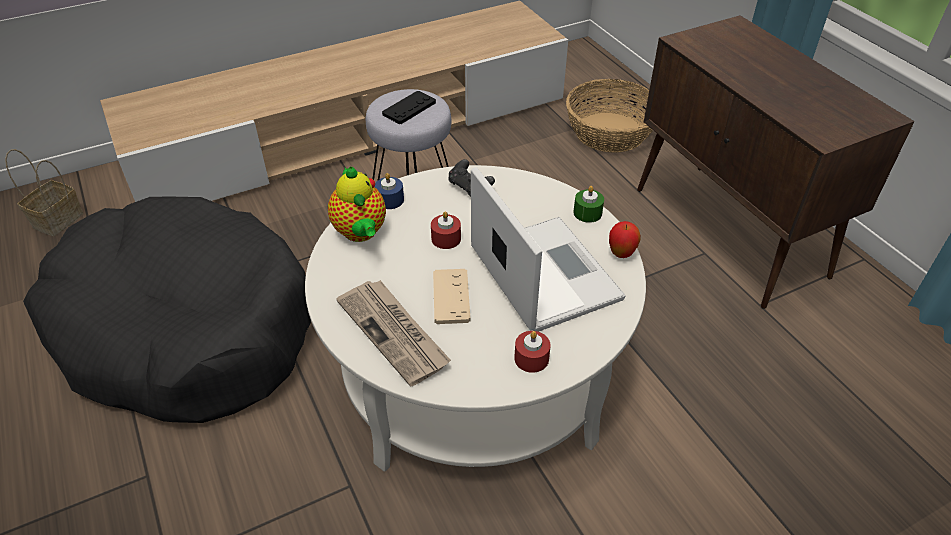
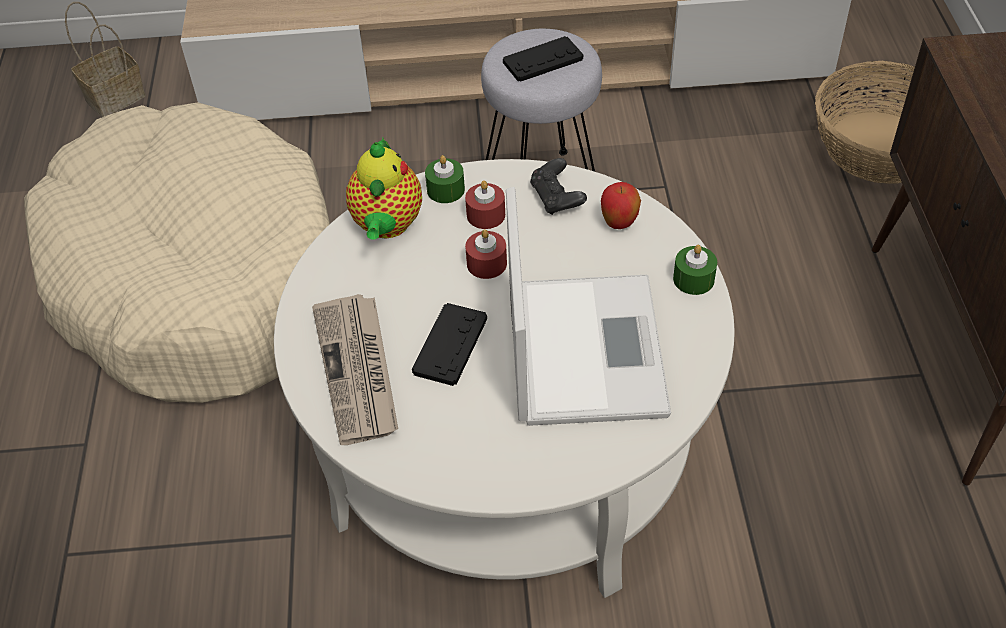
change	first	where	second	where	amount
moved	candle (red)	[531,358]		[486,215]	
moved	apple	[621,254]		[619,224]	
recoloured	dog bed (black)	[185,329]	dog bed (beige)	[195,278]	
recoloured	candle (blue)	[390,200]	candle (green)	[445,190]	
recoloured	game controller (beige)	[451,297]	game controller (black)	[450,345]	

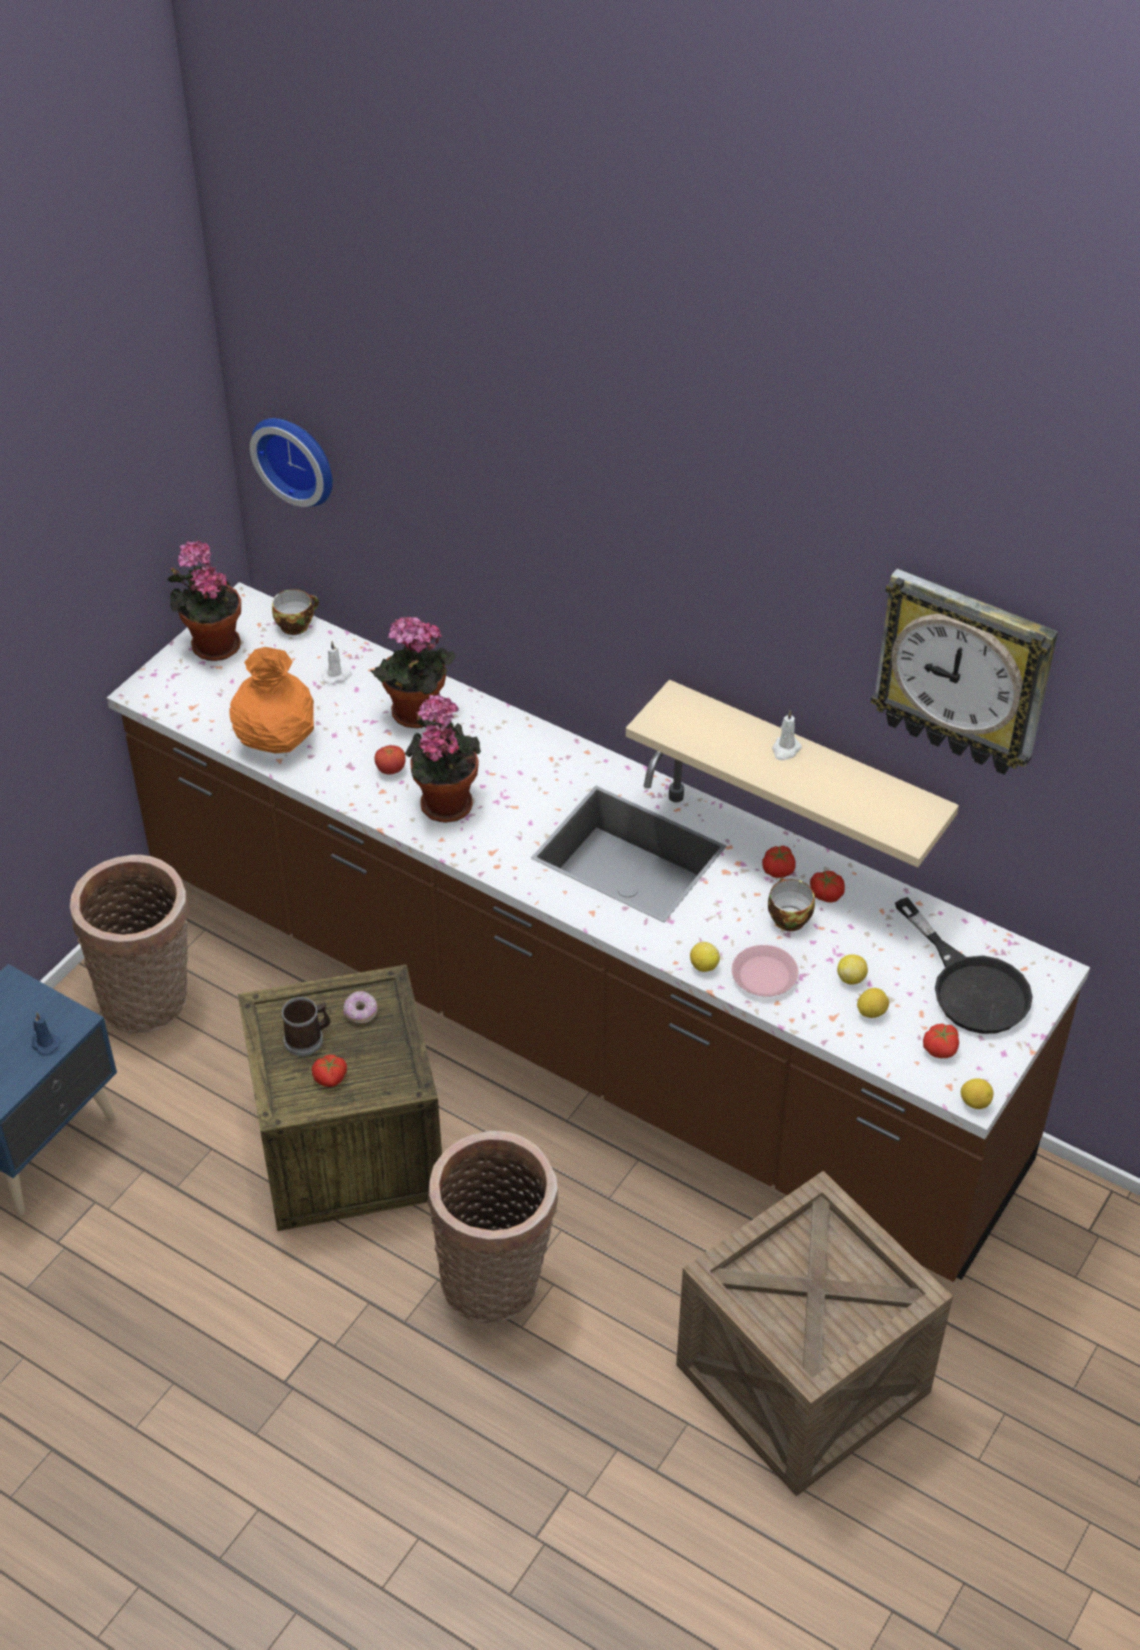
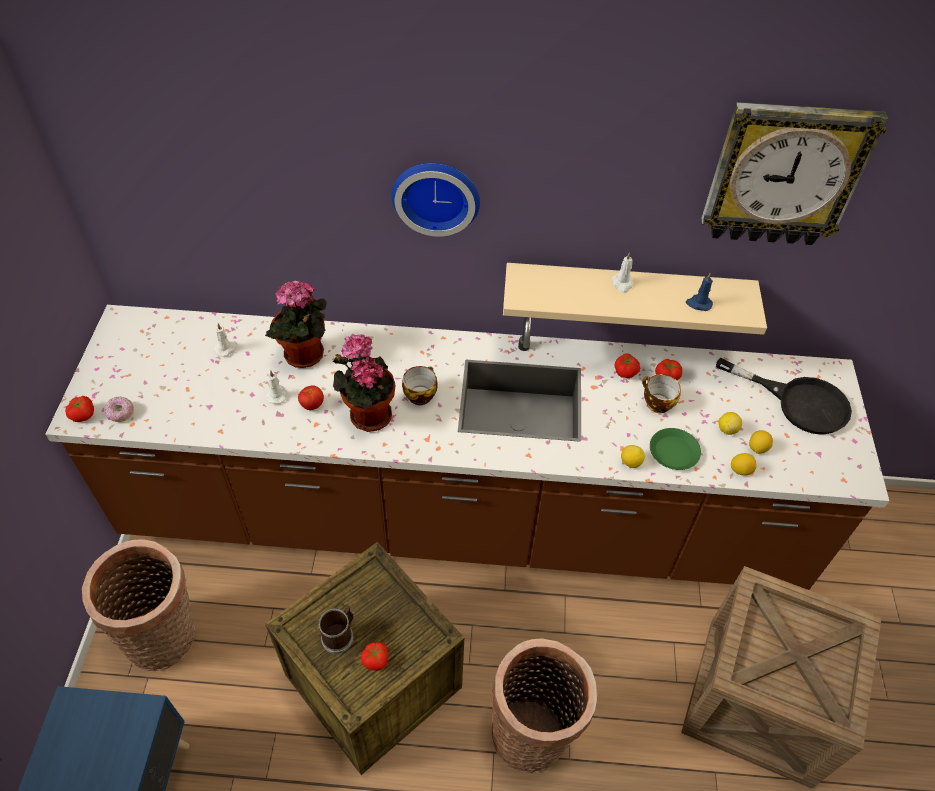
change	first	where	second	where	amount
removed	potted plant	[212,644]			
removed	vase (orange)	[277,740]			
added			candle (white)	[277,395]	
moved	candle (blue)	[44,1043]		[698,303]	
moved	wall clock	[297,457]		[436,194]	
moved	cup	[296,624]		[420,394]	
moved	donut	[360,1012]		[121,413]	
moved	tomato	[940,1049]		[83,414]	
moved	lemon	[975,1102]		[740,470]	
recoloured	plate (pink)	[764,976]	plate (green)	[673,452]	

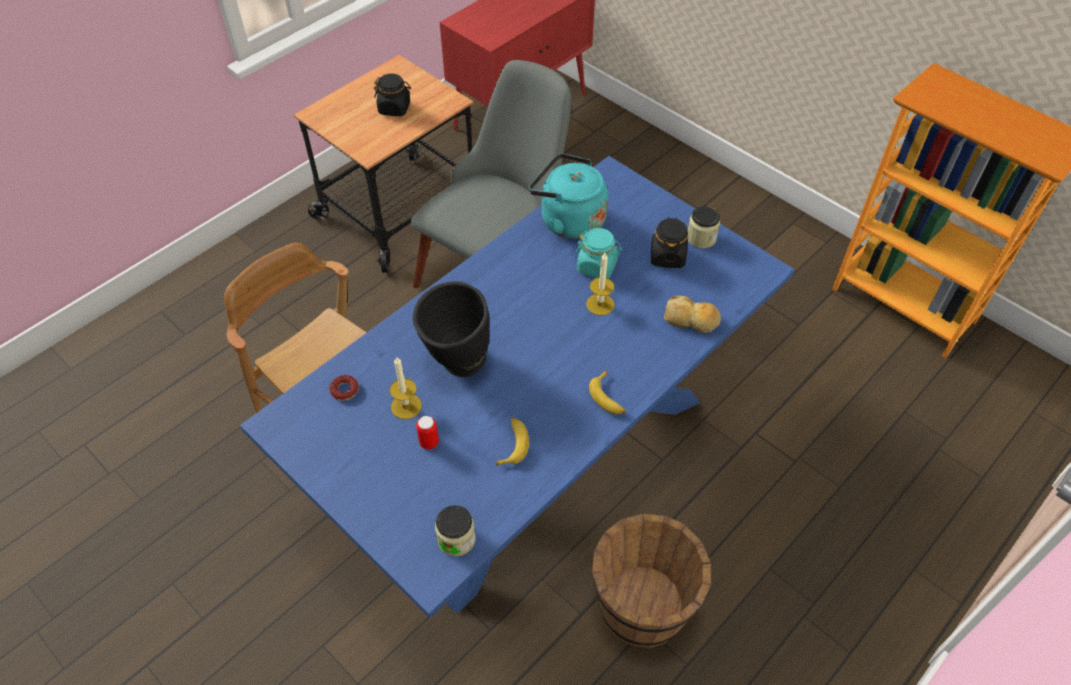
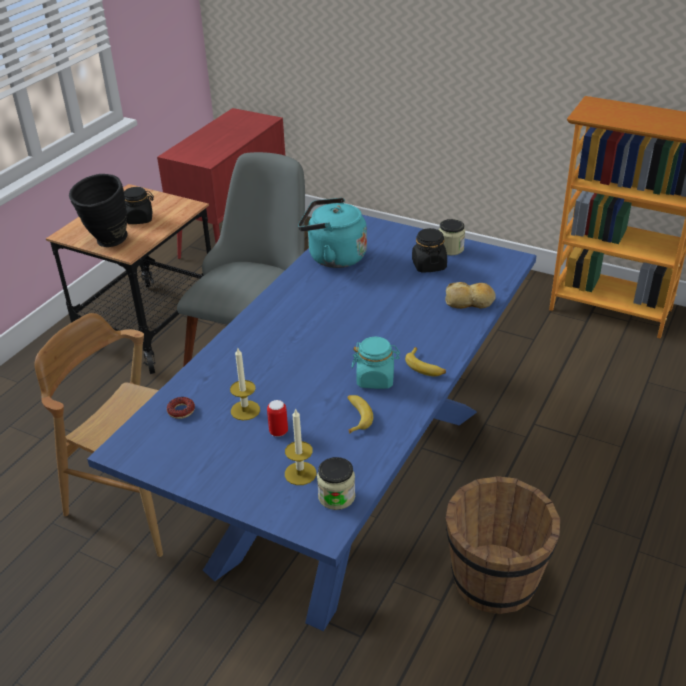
change	first	where	second	where	amount
moved	vase (black)	[456,366]		[107,243]	
moved	jar (turquoise)	[597,266]		[375,379]	
moved	candle	[600,304]		[300,473]	

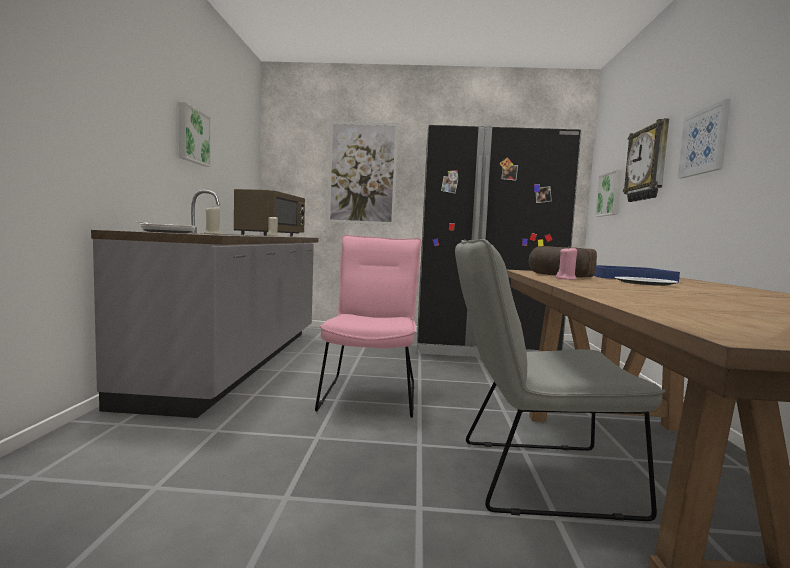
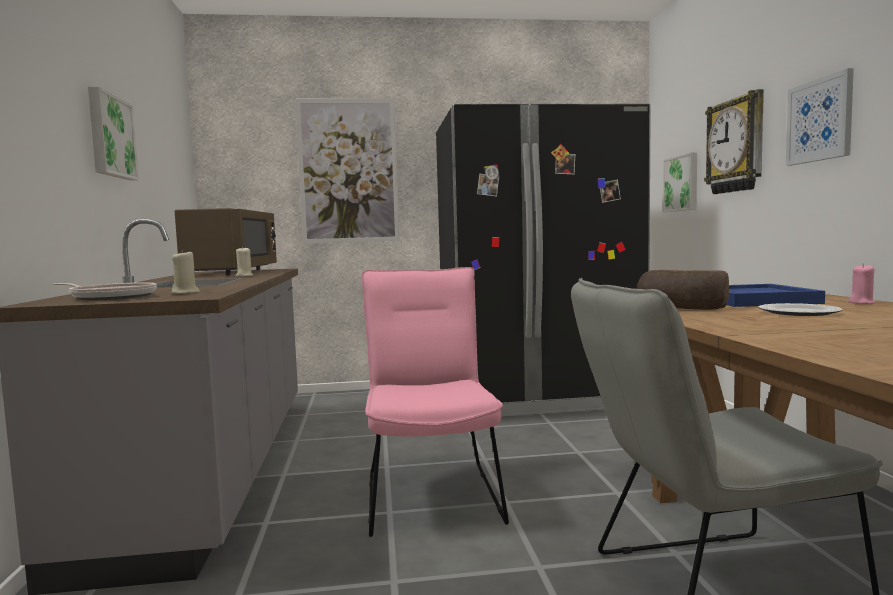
change	first	where	second	where	amount
moved	candle (pink)	[566,279]		[861,303]	

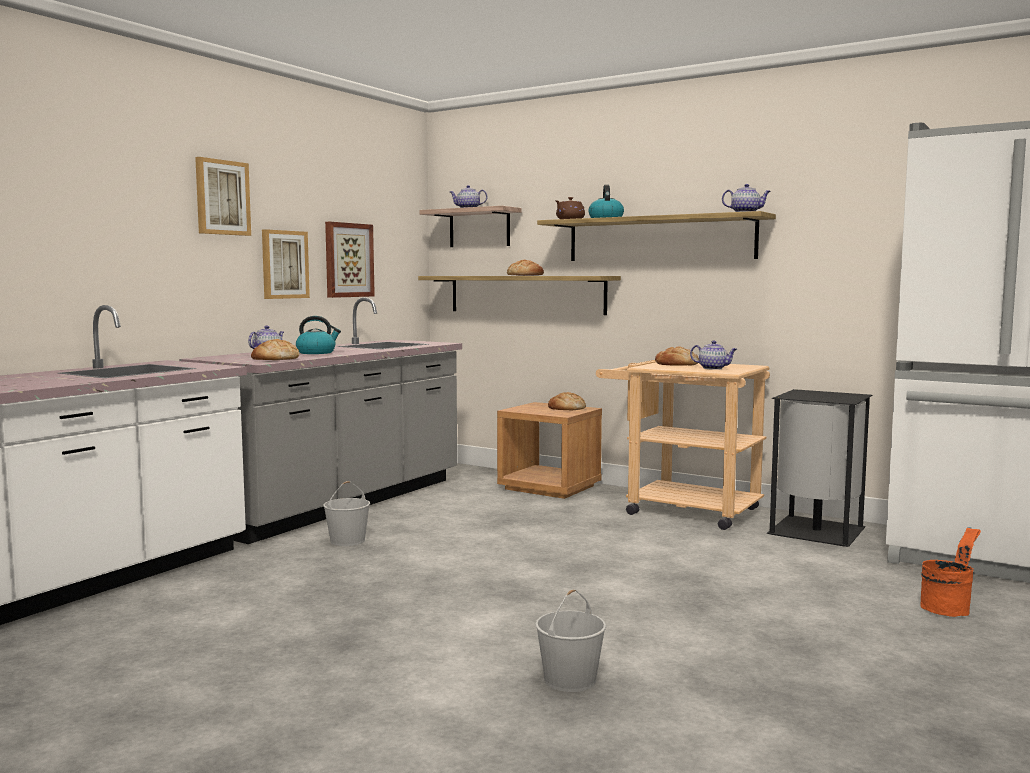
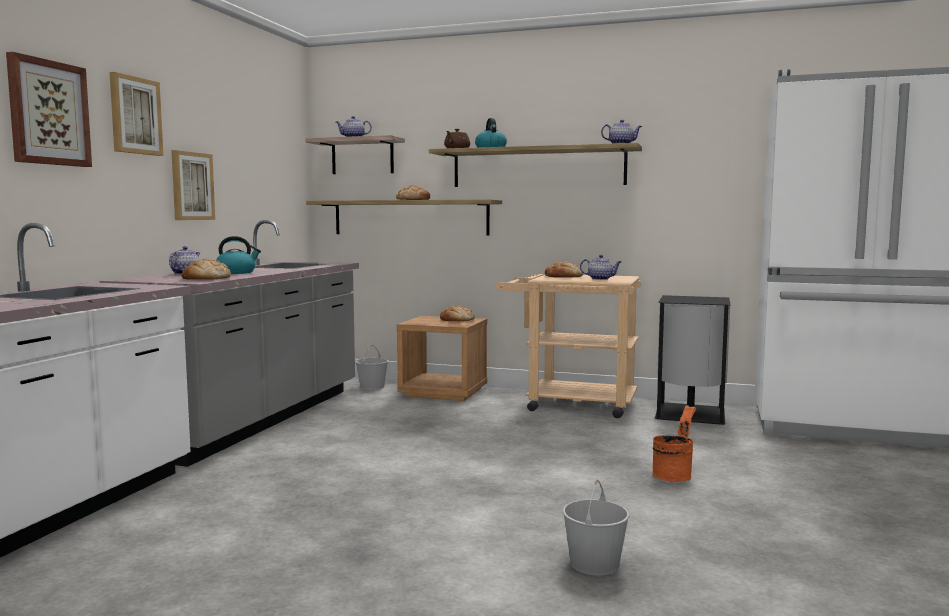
change	first	where	second	where	amount
moved	bucket (white)	[348,540]		[372,387]	
moved	picture	[348,260]		[48,113]	
moved	bucket (orange)	[948,608]		[674,474]	

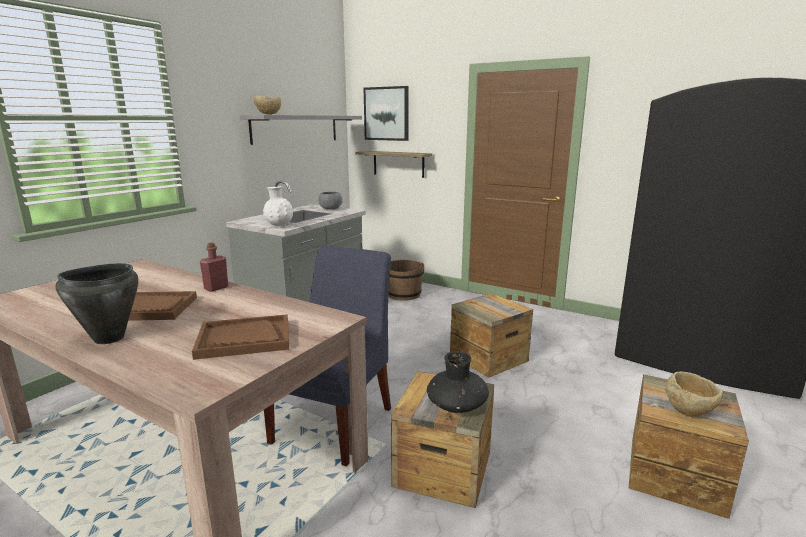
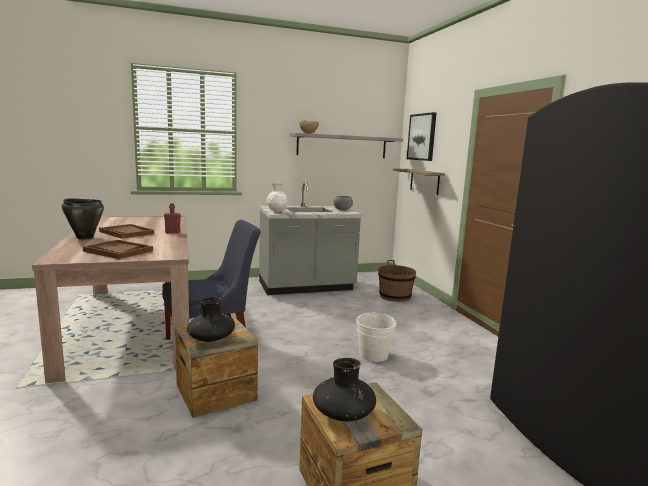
change	first	where	second	where	amount
replaced	crate	[488,358]	bucket (white)	[373,355]	
replaced	bowl (beige)	[690,411]	vase (black)	[343,414]	

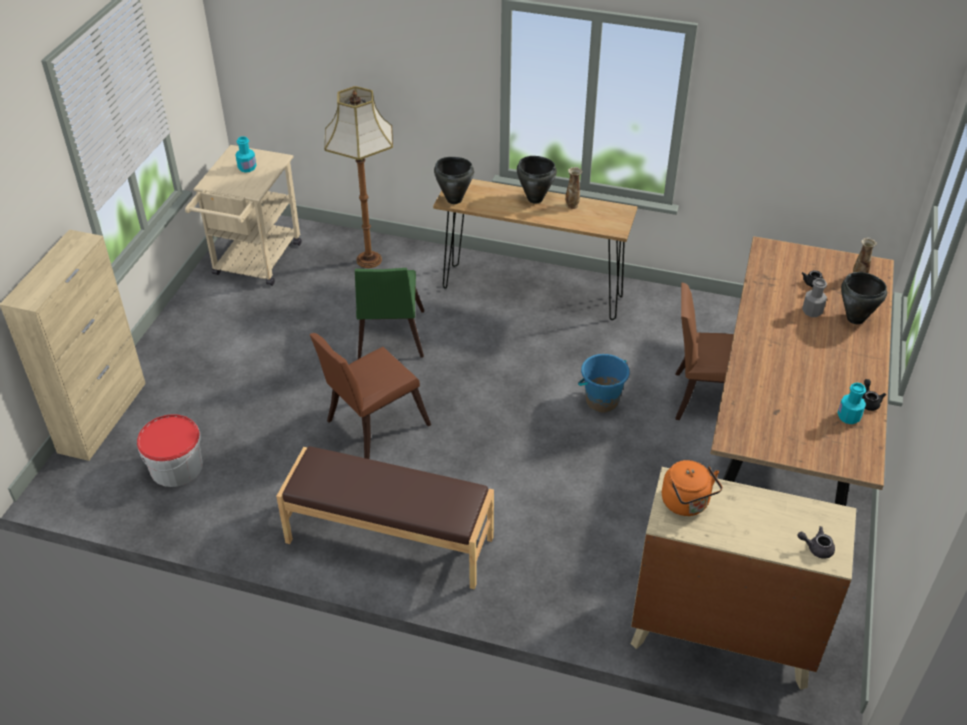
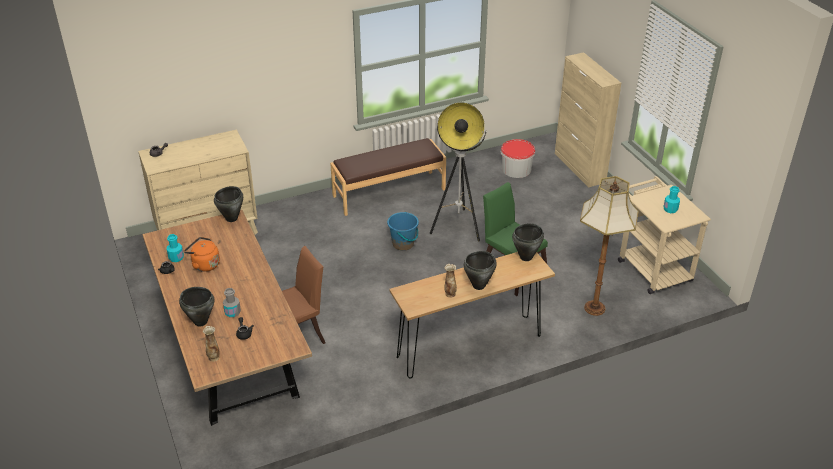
change	first	where	second	where	amount
added			cooking pot (black)	[232,218]	
moved	bucket (blue)	[601,401]		[403,244]	
moved	kettle (orange)	[687,504]		[204,264]	
replaced	chair (brown)	[372,425]	floor lamp	[458,227]	

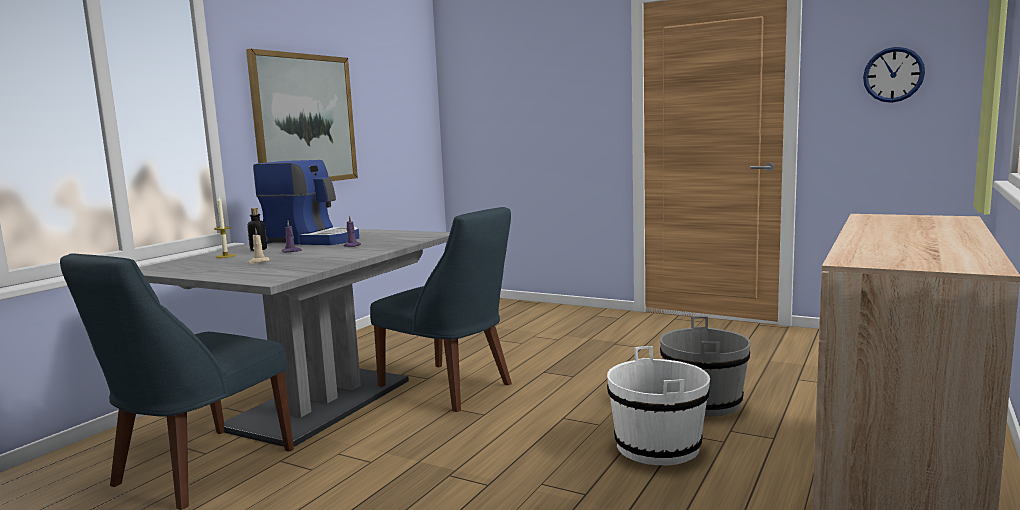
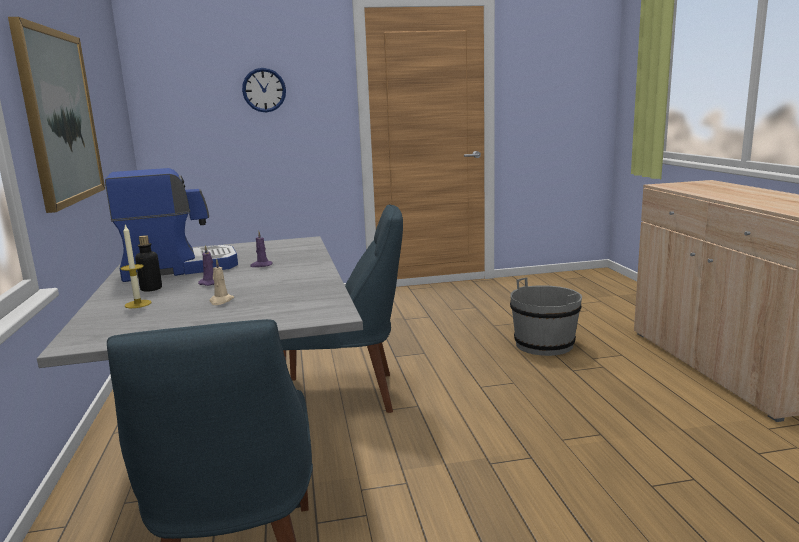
change	first	where	second	where	amount
removed	bucket (white)	[658,446]			
moved	wall clock	[893,75]		[264,90]	

